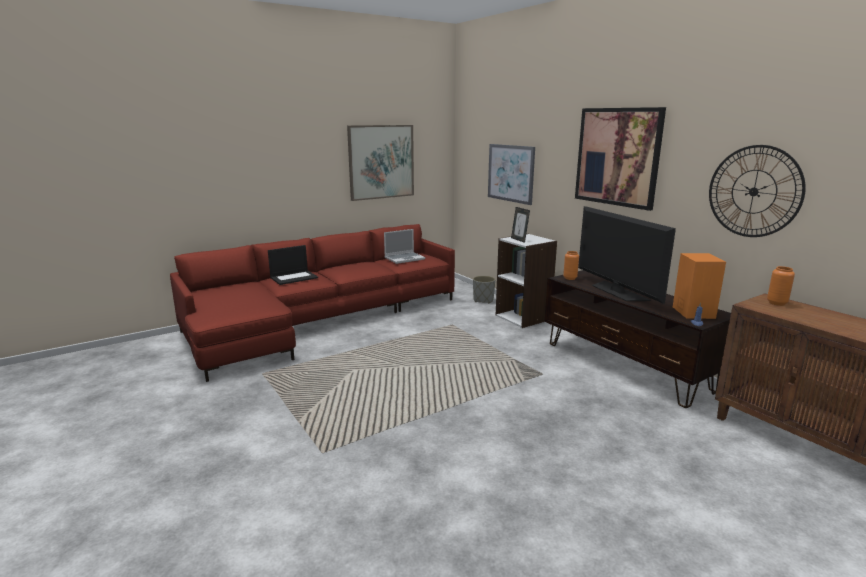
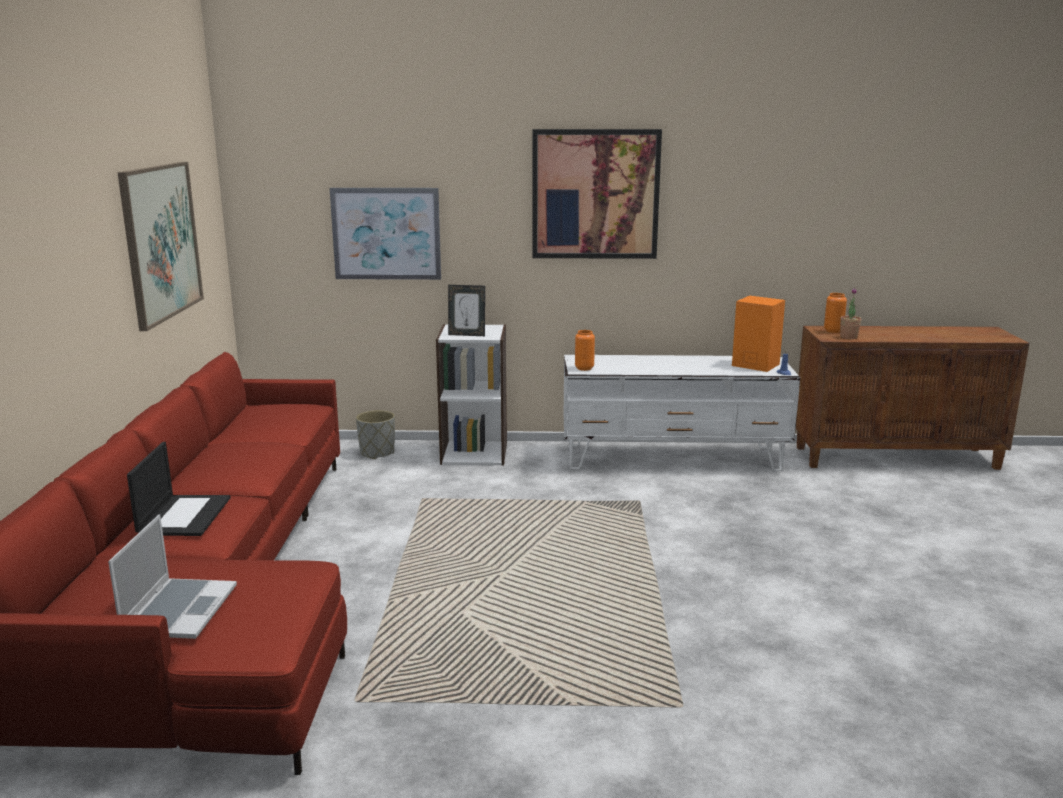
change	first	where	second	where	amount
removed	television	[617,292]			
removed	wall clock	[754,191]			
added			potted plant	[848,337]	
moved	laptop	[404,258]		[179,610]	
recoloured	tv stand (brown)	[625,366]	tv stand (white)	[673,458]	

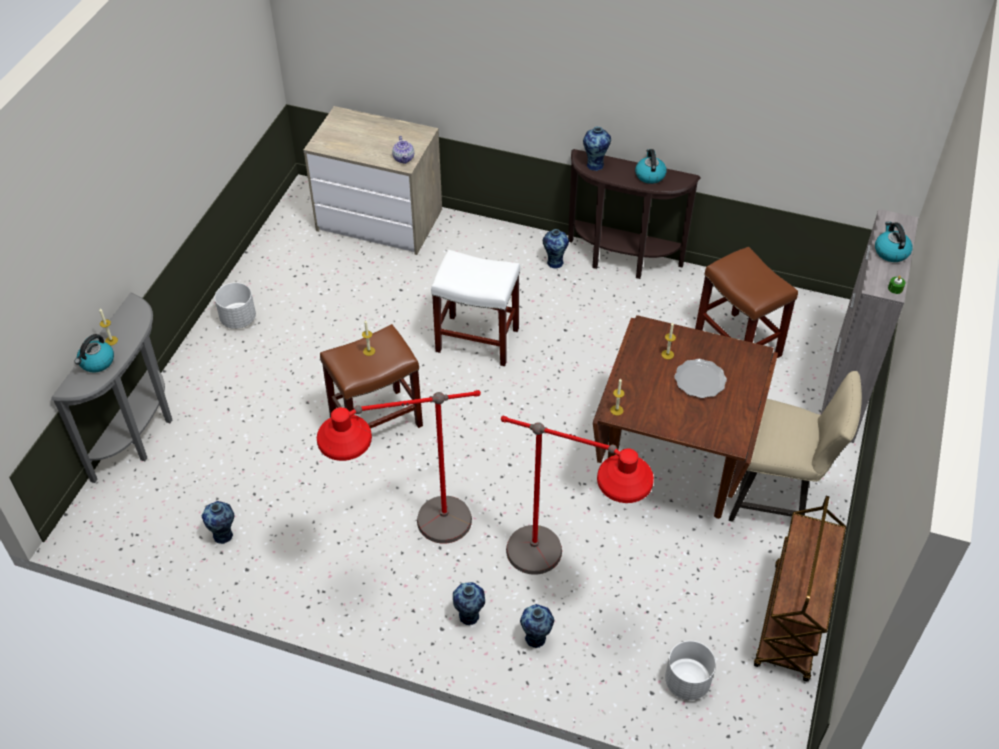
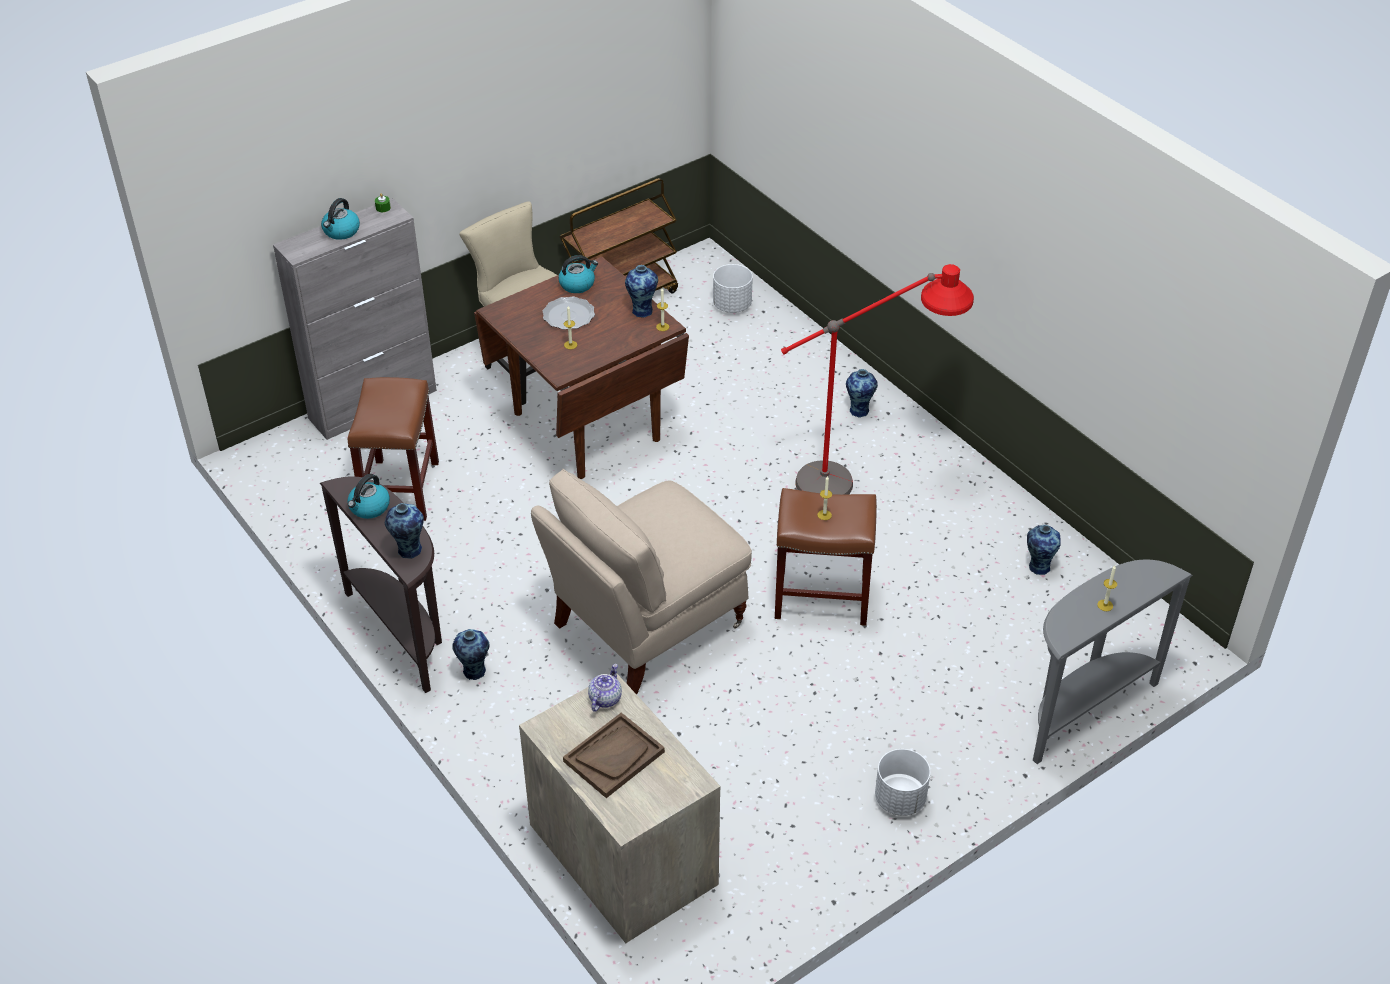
change	first	where	second	where	amount
removed	floor lamp (red)	[562,575]			
added			tray (brown)	[614,756]	
moved	kettle	[97,362]		[577,284]	
moved	vase	[536,639]		[642,310]	
replaced	stool (white)	[478,340]	chair (beige)	[646,626]	

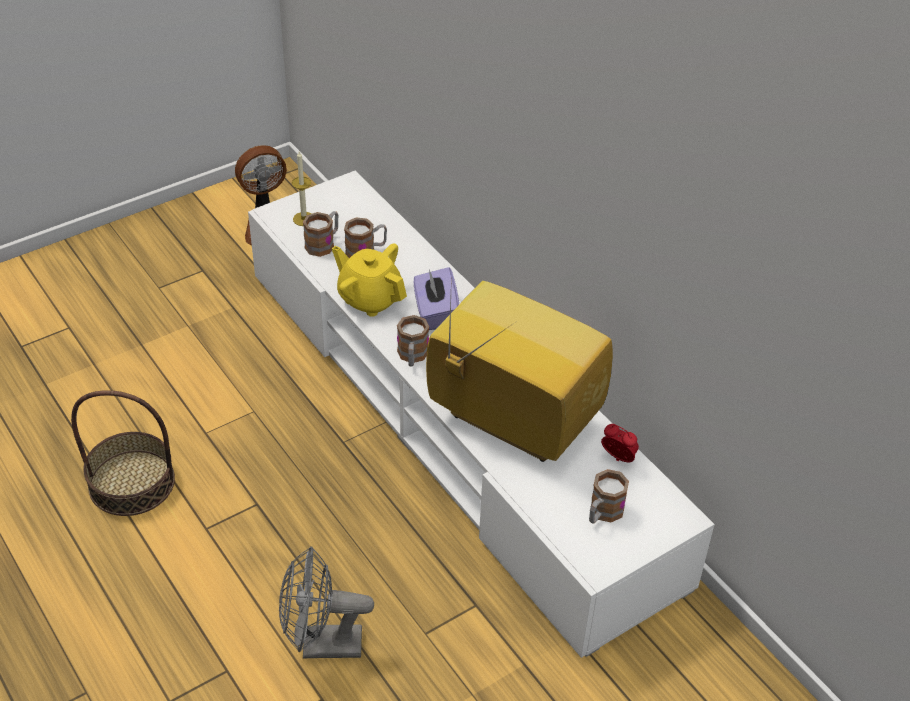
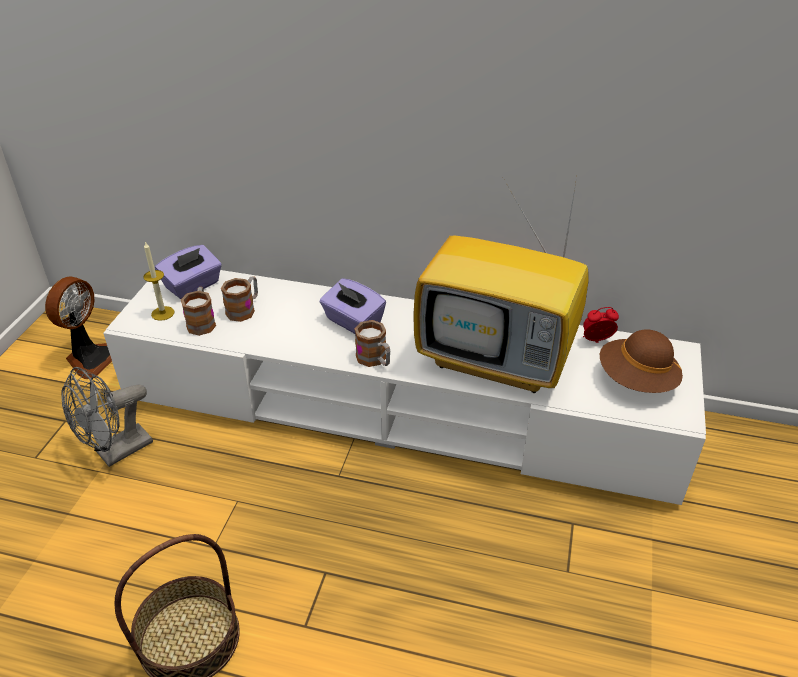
change	first	where	second	where	amount
removed	teapot (yellow)	[370,299]			
added			tissue box (purple)	[193,286]	
moved	fan (grey)	[321,645]		[117,452]	
replaced	mug	[602,513]	hat (brown)	[636,380]	
turned	television	[509,421]		[499,361]	150 degrees counterclockwise

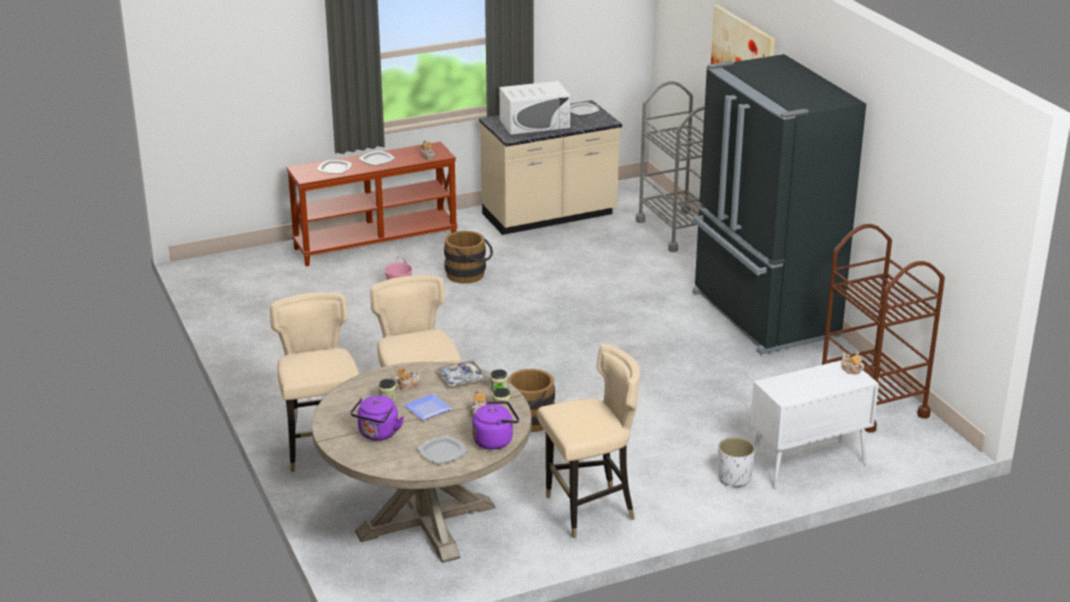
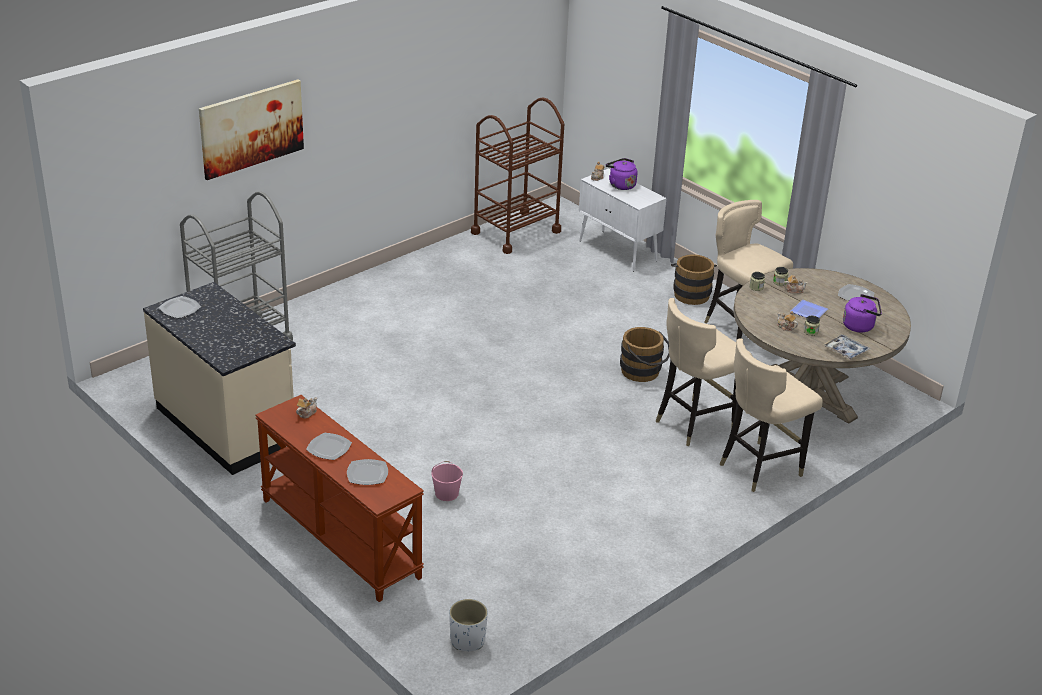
change	first	where	second	where	amount
removed	microwave (white)	[535,123]			
removed	fridge (black)	[762,315]			
moved	tray	[462,378]		[845,351]	
moved	bucket (brown)	[469,275]		[690,293]	
moved	kettle (purple)	[495,440]		[620,185]	
moved	planter (white)	[734,478]		[467,640]	

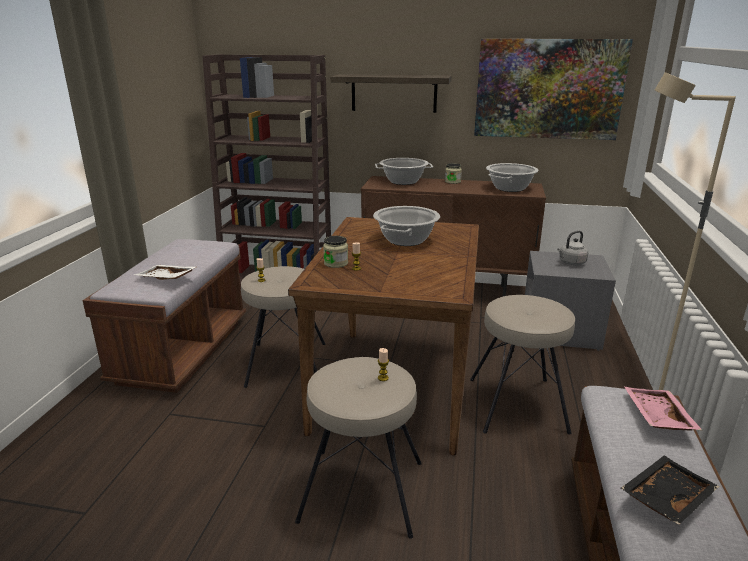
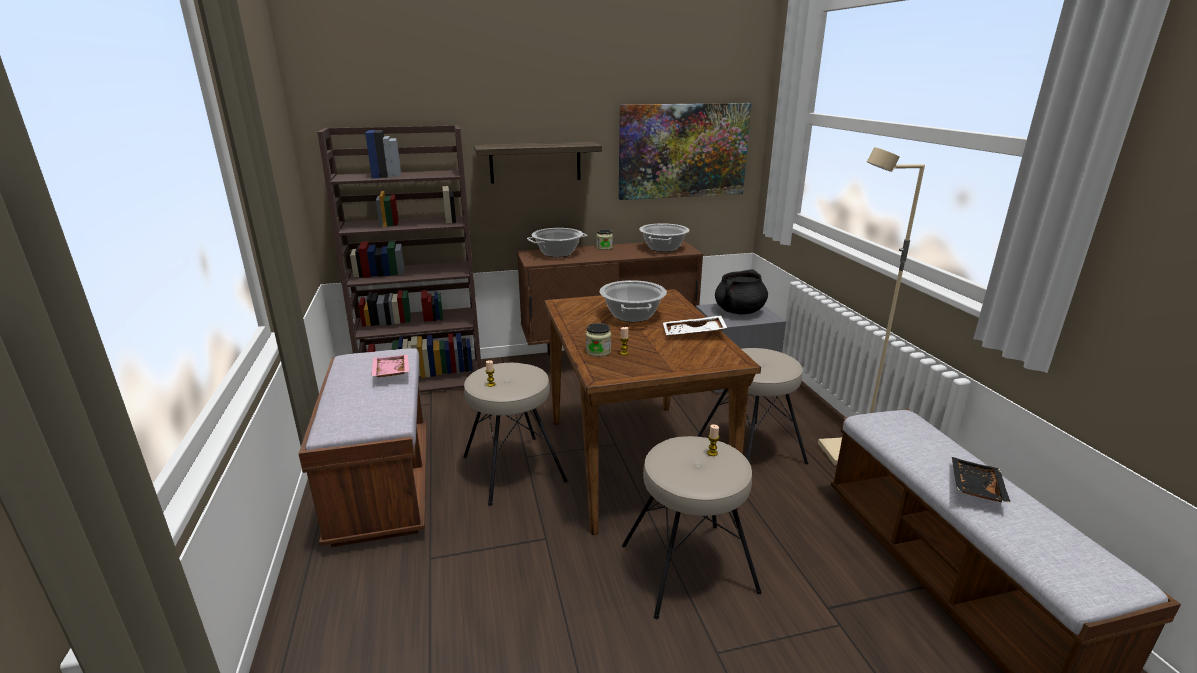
change	first	where	second	where	amount
moved	tray (white)	[165,279]		[693,334]	
moved	tray (pink)	[656,417]		[390,372]	
replaced	kettle (grey)	[571,263]	cooking pot (black)	[739,311]	

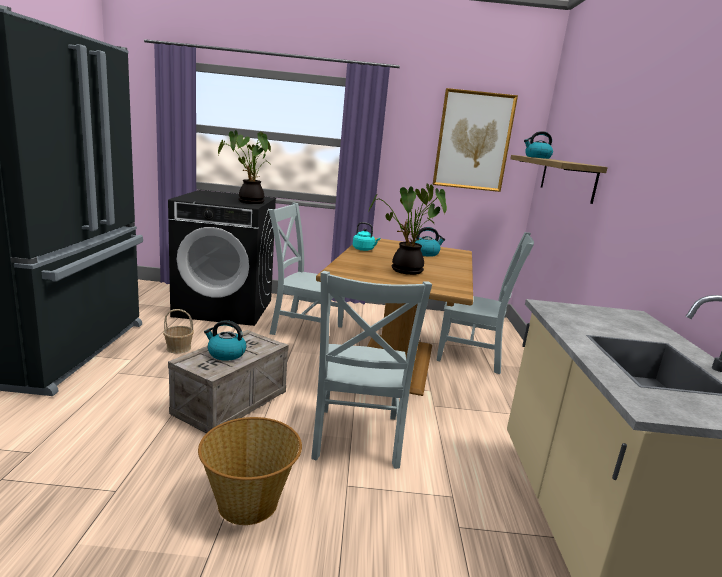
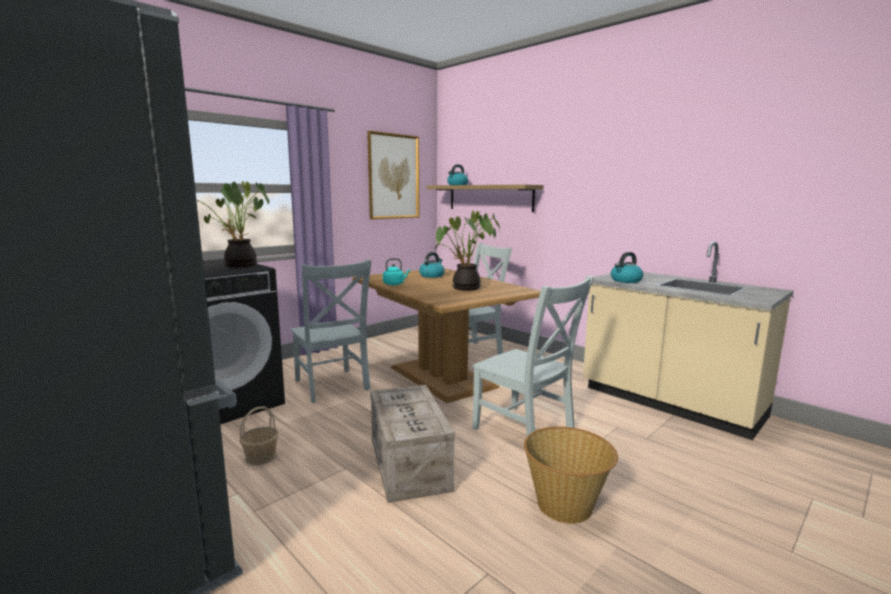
change	first	where	second	where	amount
moved	kettle	[226,354]		[625,281]	
turned	chair (grey)	[304,329]		[332,386]	90 degrees counterclockwise

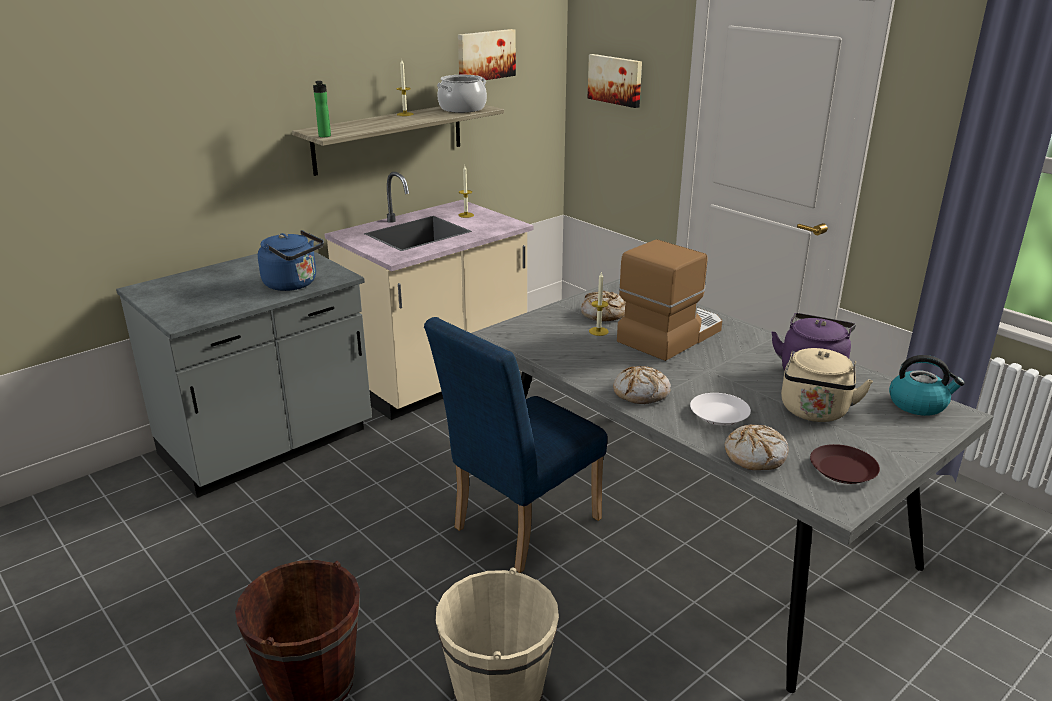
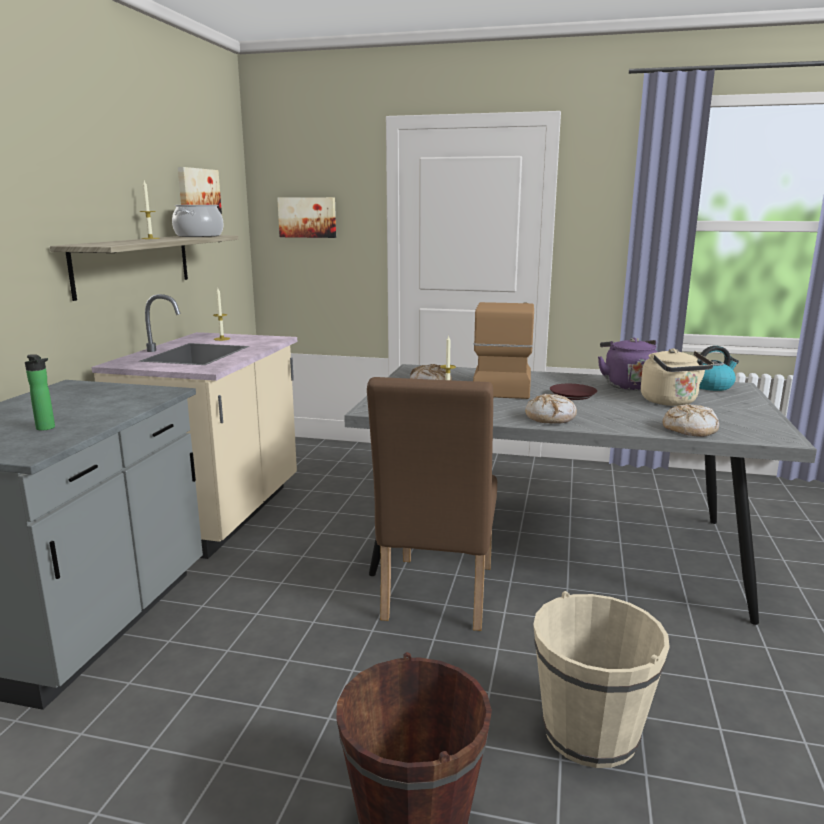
change	first	where	second	where	amount
removed	kettle (blue)	[293,284]			
removed	plate (white)	[719,414]			
moved	bottle	[325,136]		[47,428]	
moved	plate (brown)	[842,470]		[572,395]	
recoloured	chair (blue)	[518,527]	chair (brown)	[435,598]	

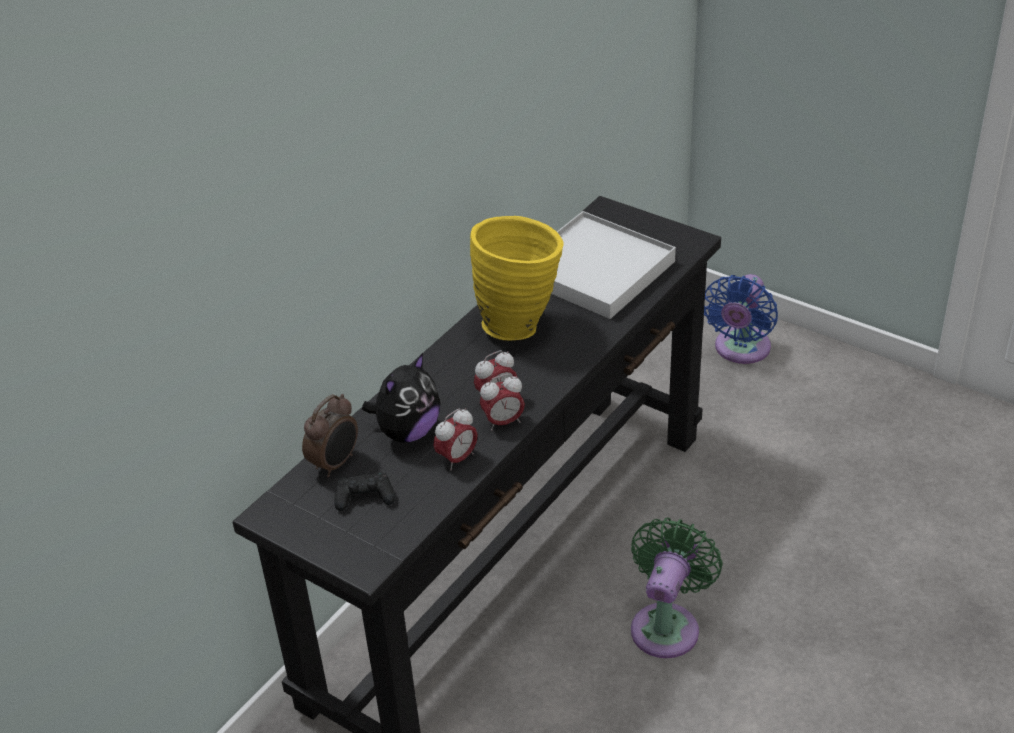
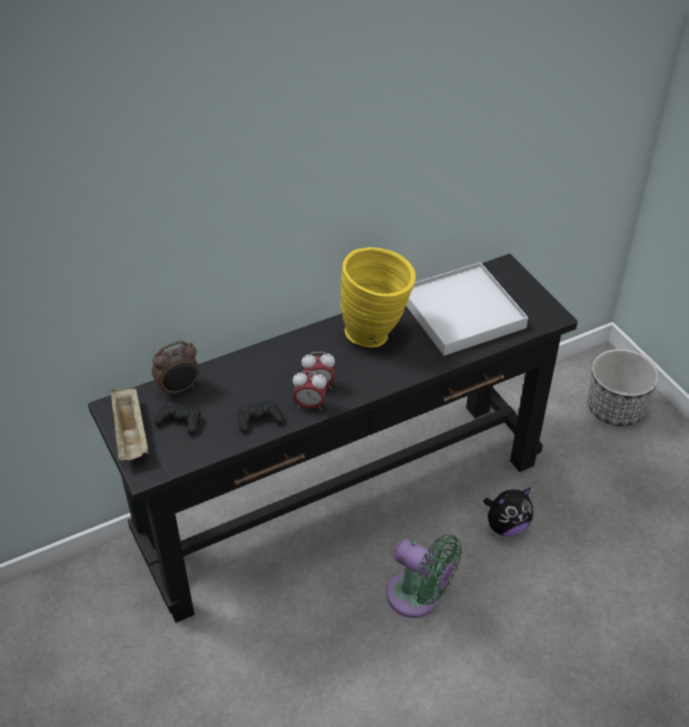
change	first	where	second	where	amount
added			tray (beige)	[131,435]	
moved	plush toy	[407,431]		[506,526]	
replaced	alarm clock	[457,459]	game controller (black)	[259,420]	
replaced	fan (blue)	[740,350]	planter	[615,409]	
turned	fan (green)	[667,625]		[418,597]	75 degrees clockwise

